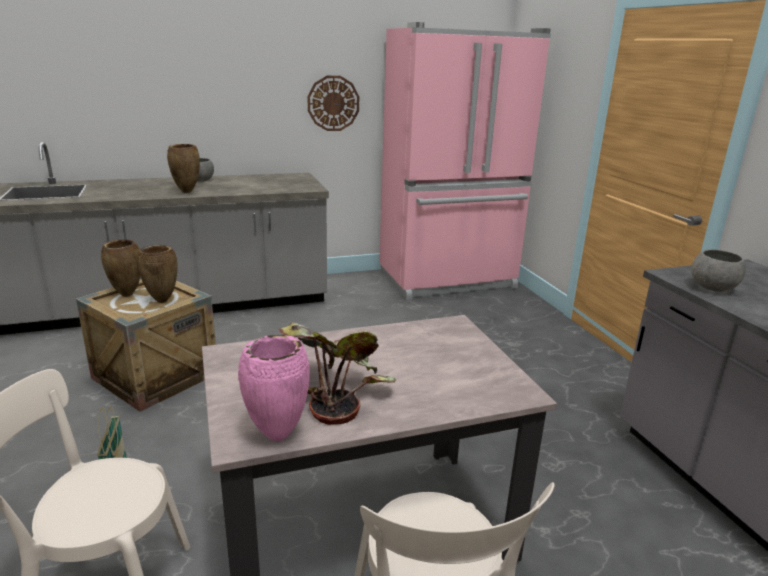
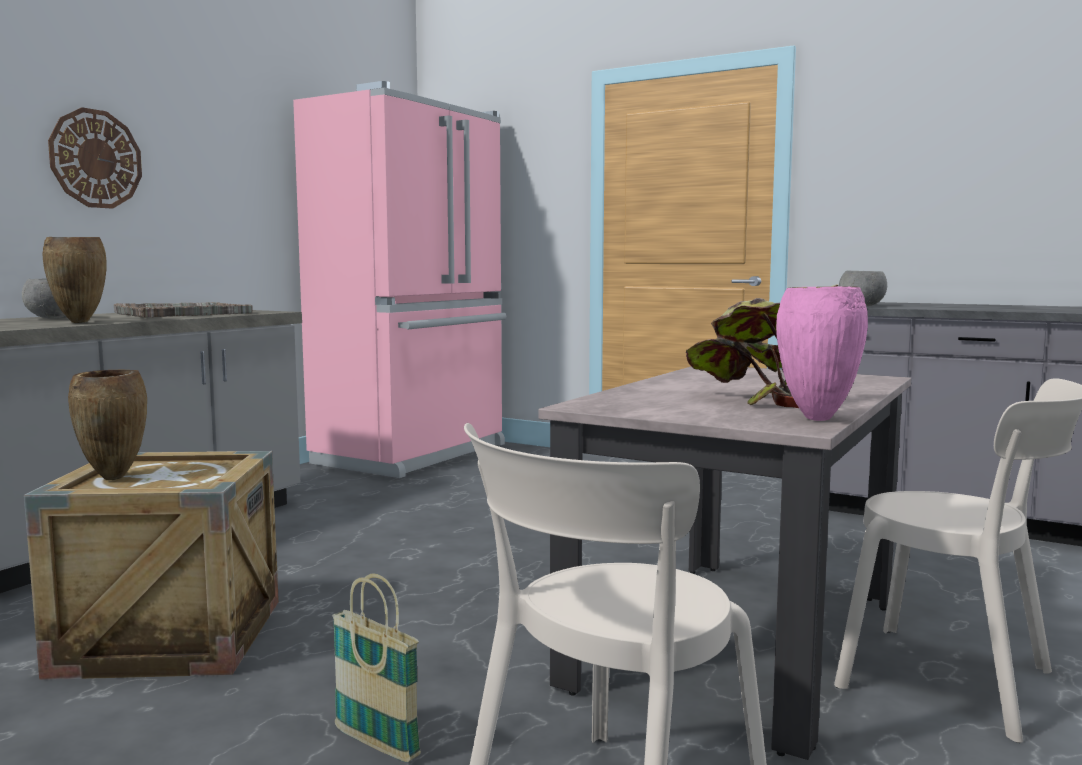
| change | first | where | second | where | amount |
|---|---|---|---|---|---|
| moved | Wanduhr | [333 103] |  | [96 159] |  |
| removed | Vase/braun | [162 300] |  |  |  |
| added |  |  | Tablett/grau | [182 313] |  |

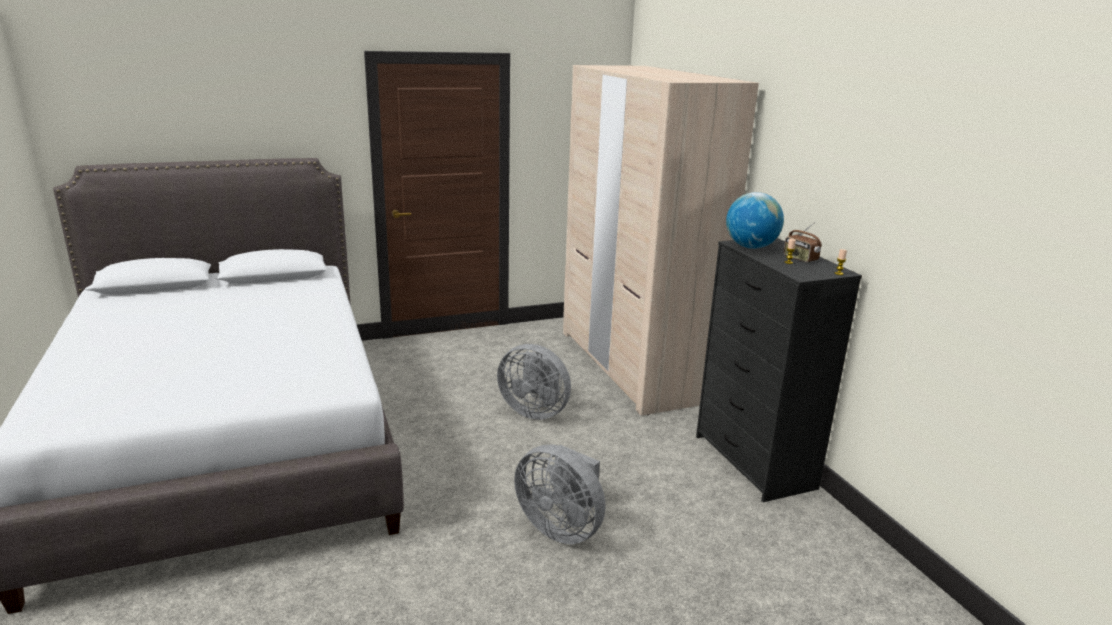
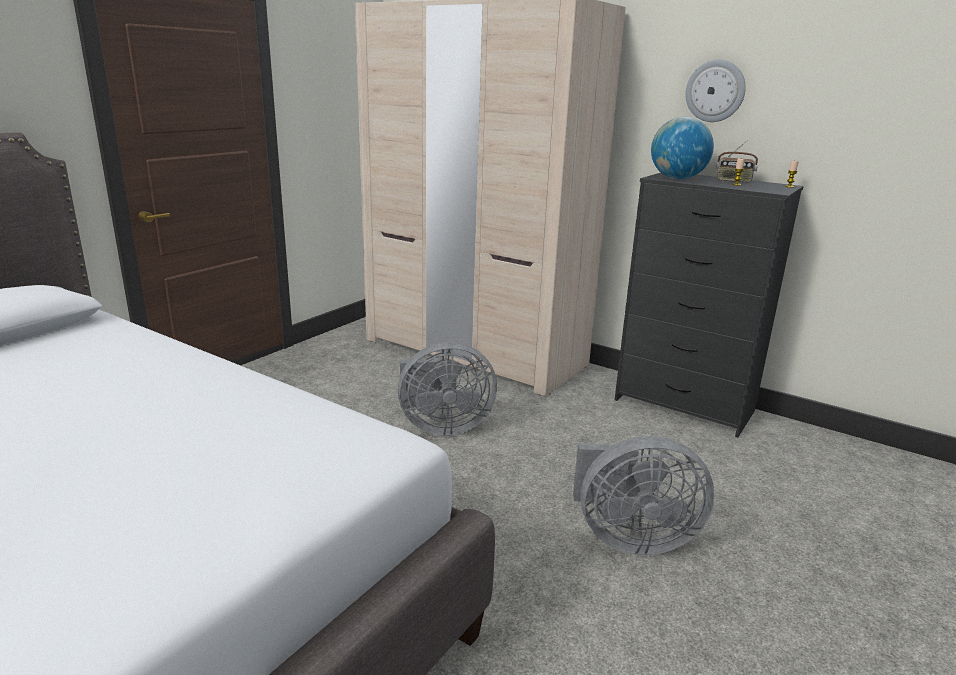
| change | first | where | second | where | amount |
|---|---|---|---|---|---|
| added |  |  | Wanduhr | [715 91] |  |

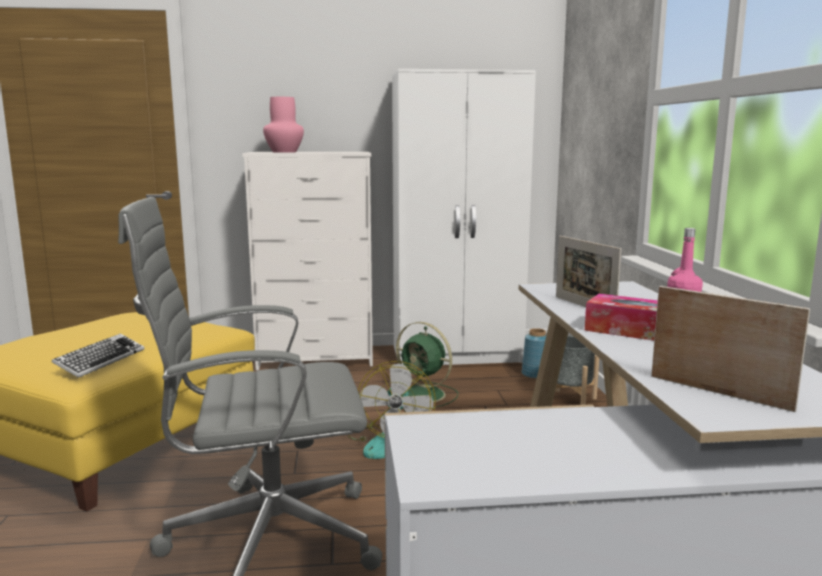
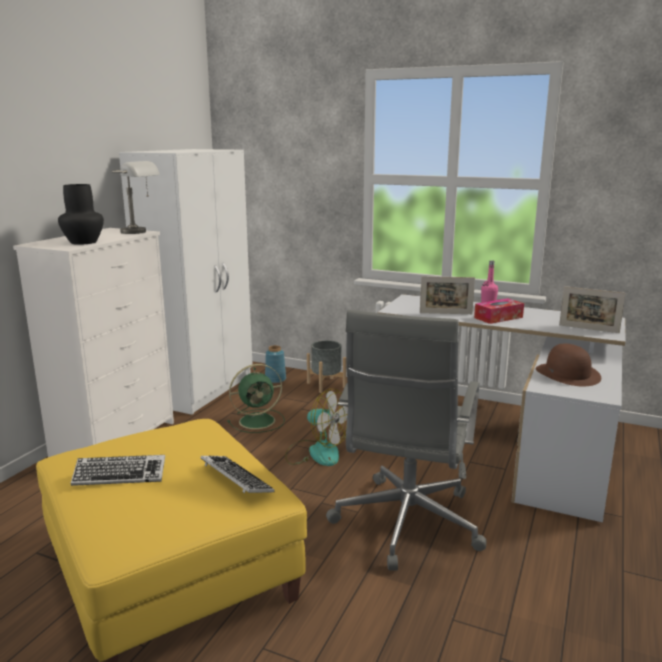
| change | first | where | second | where | amount |
|---|---|---|---|---|---|
| recoloured | Vase/rosa | [283 152] | Vase/schwarz | [83 242] |  |
| turned | Bilderrahmen | [718 393] |  | [588 329] | 135 degrees counterclockwise |
| added |  |  | Tischlampe/grau | [141 232] |  |
| added |  |  | Hut/braun | [568 374] |  |
| added |  |  | Tastatur | [120 475] |  |

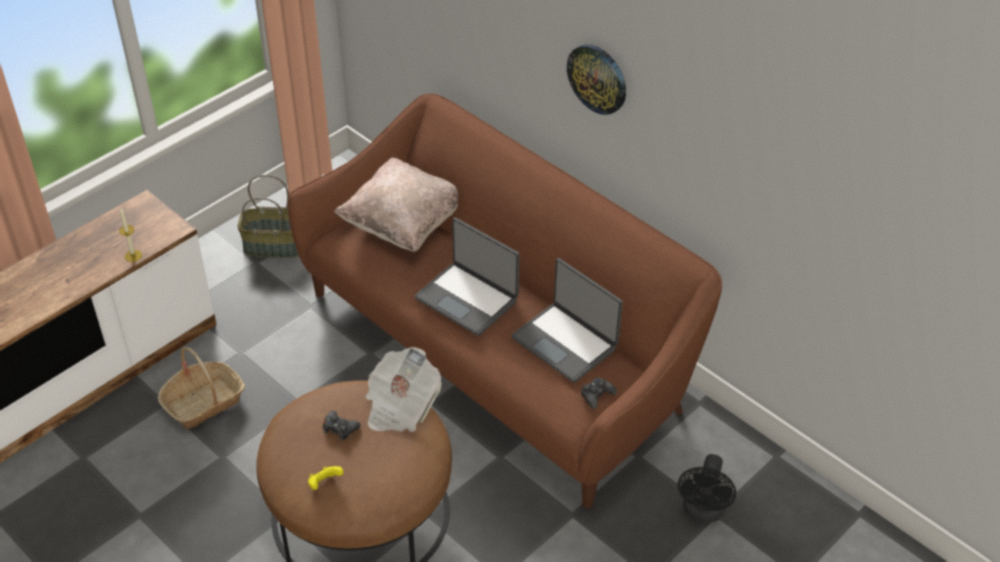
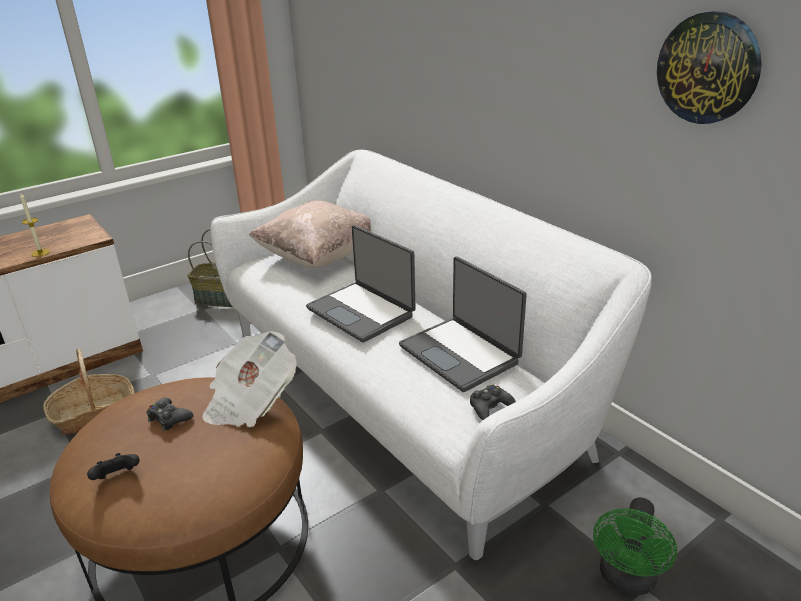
| change | first | where | second | where | amount |
|---|---|---|---|---|---|
| moved | Wanduhr | [597 78] |  | [708 68] |  |
| recoloured | Sofa/braun | [499 351] | Sofa/weiß | [403 389] |  |
| recoloured | Ventilator/schwarz | [703 512] | Ventilator/grün | [626 580] |  |
| recoloured | Gamepad/gelb | [324 483] | Gamepad/schwarz | [117 477] |  |

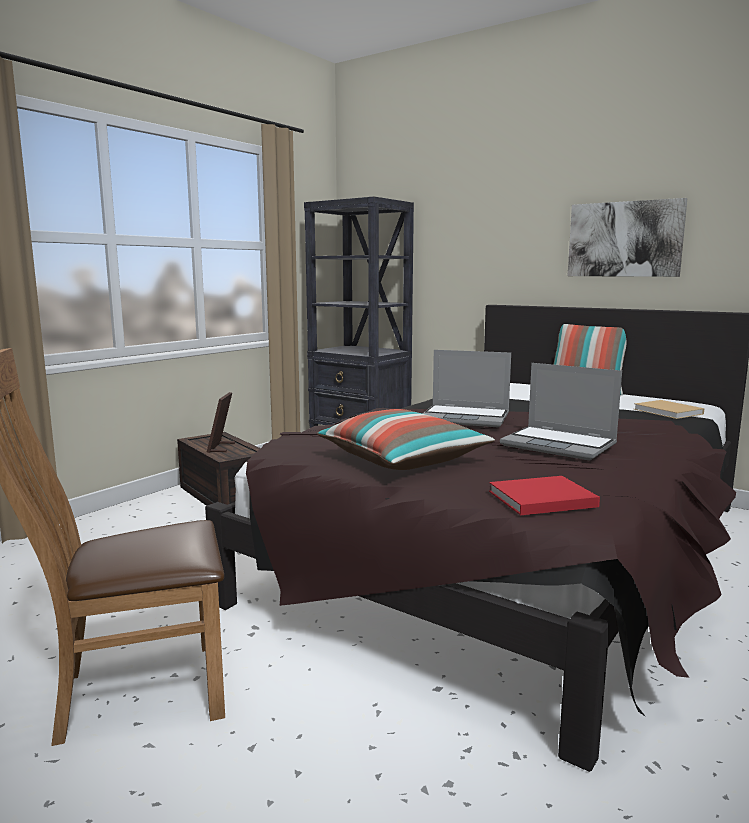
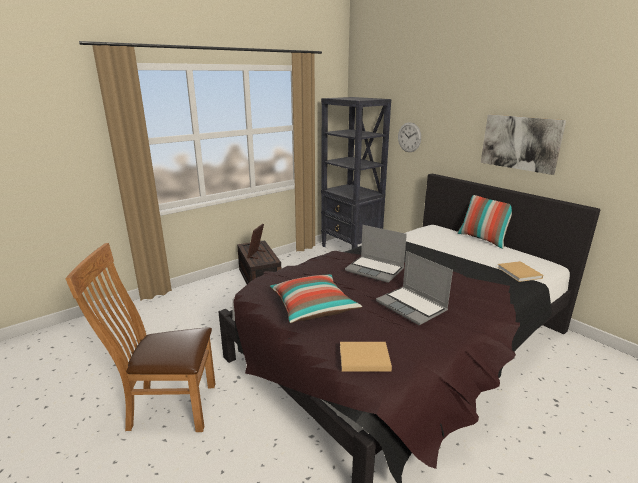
| change | first | where | second | where | amount |
|---|---|---|---|---|---|
| recoloured | Buch/rot | [539 499] | Buch/beige | [362 358] |  |
| added |  |  | Wanduhr | [409 137] |  |

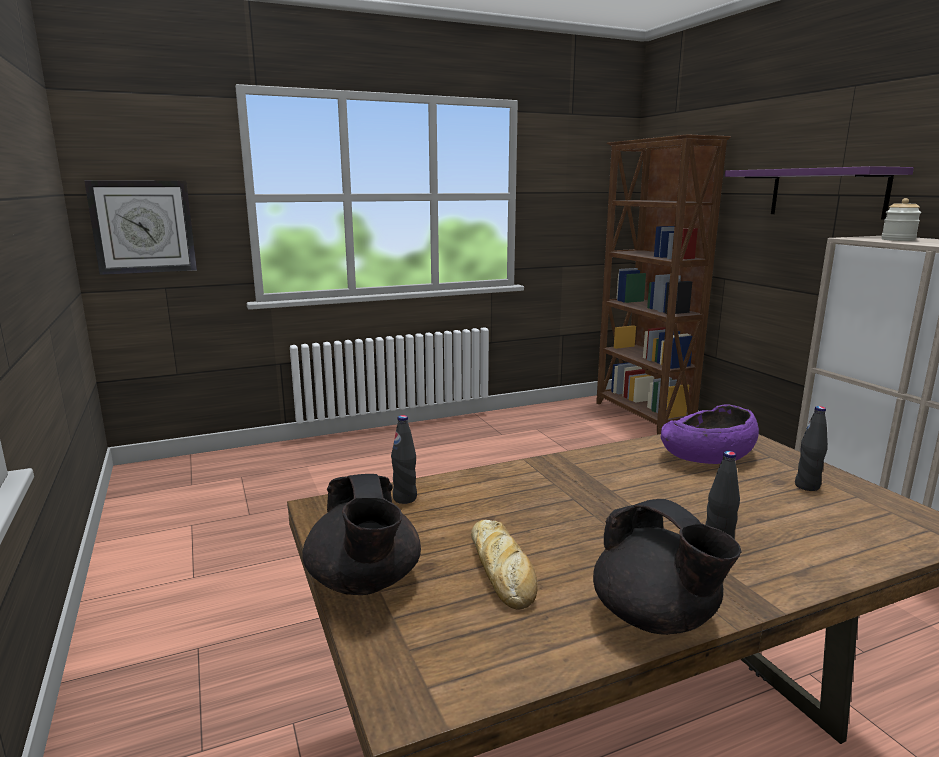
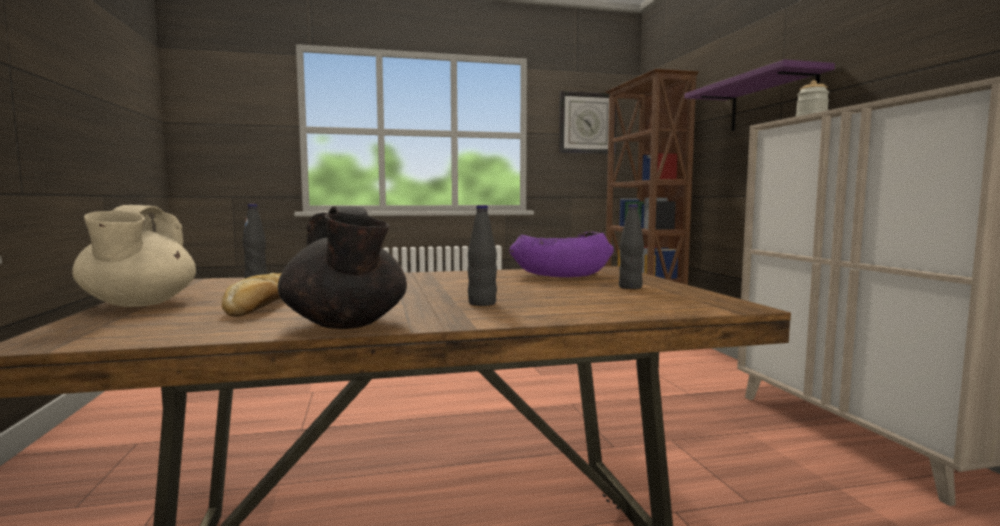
| change | first | where | second | where | amount |
|---|---|---|---|---|---|
| moved | Wanduhr | [143 227] |  | [587 123] |  |
| recoloured | Teekanne/schwarz | [365 583] | Teekanne/beige | [138 304] |  |

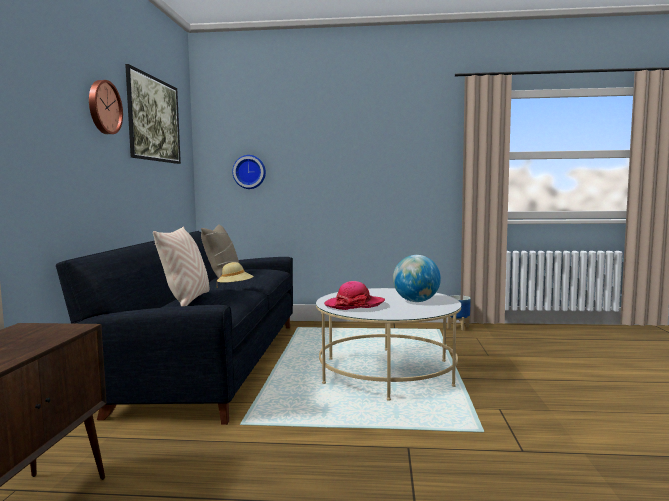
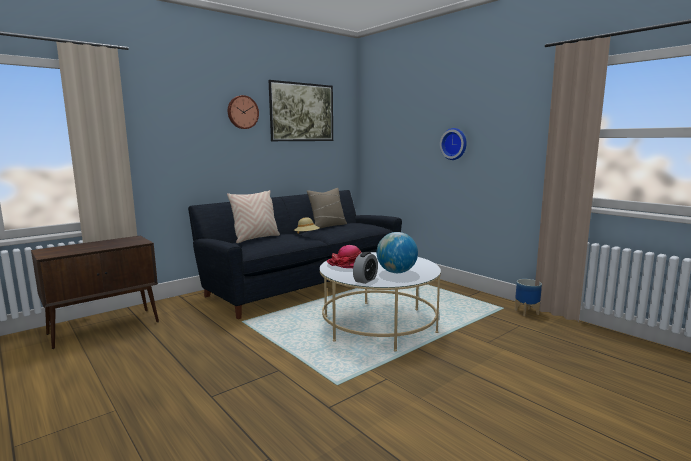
| change | first | where | second | where | amount |
|---|---|---|---|---|---|
| moved | Wanduhr | [249 172] |  | [454 144] |  |
| added |  |  | Wecker | [365 280] |  |

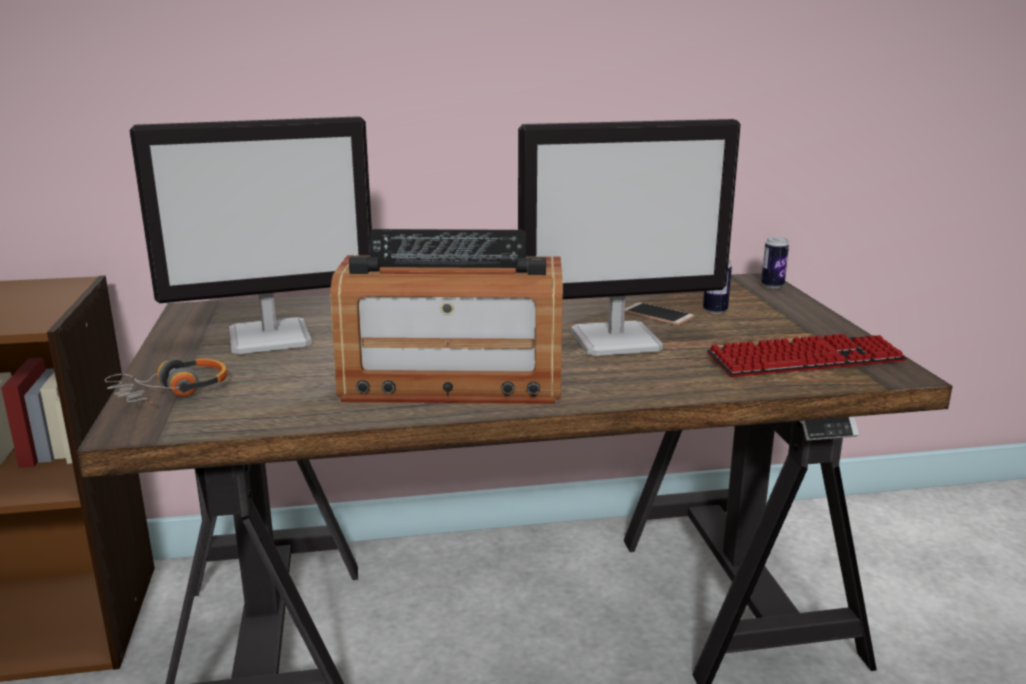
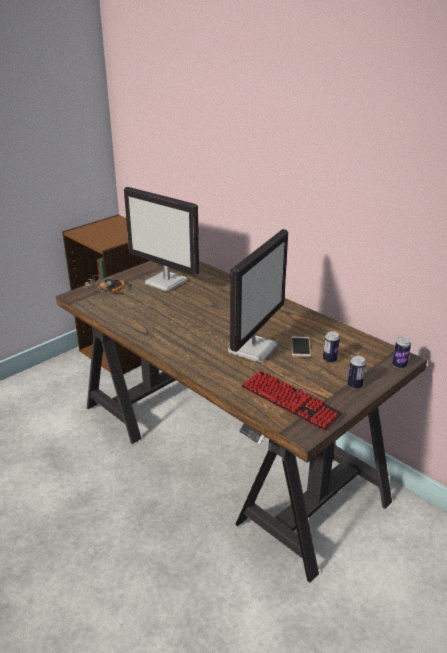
| change | first | where | second | where | amount |
|---|---|---|---|---|---|
| turned | Monitor | [617 340] |  | [253 348] | 105 degrees counterclockwise |
| removed | Radio | [452 381] |  |  |  |
| added |  |  | Dose | [354 385] |  |

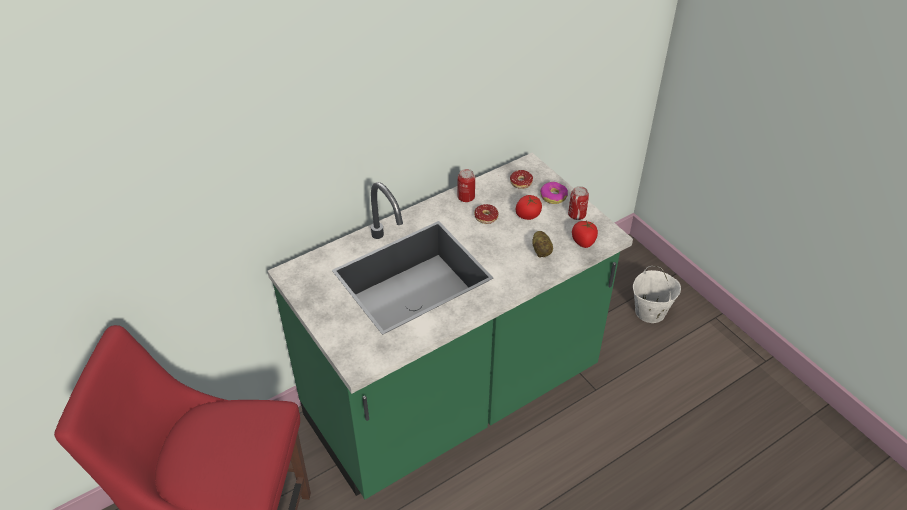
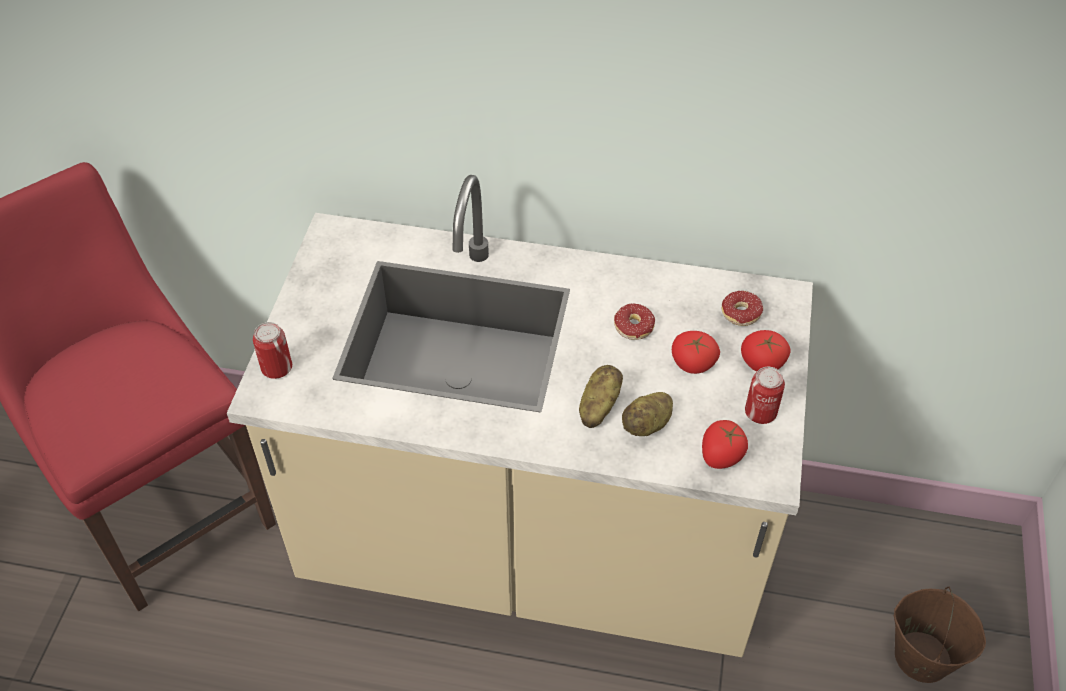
| change | first | where | second | where | amount |
|---|---|---|---|---|---|
| recoloured | Küchenzeile/grün | [453 398] | Küchenzeile/beige | [533 550] |  |
| moved | Dose | [466 197] |  | [277 368] |  |
| replaced | Donut | [553 196] | Tomate | [761 363] |  |
| recoloured | Eimer/weiß | [649 312] | Eimer/braun | [921 656] |  |
| added |  |  | Kartoffel | [598 406] |  |

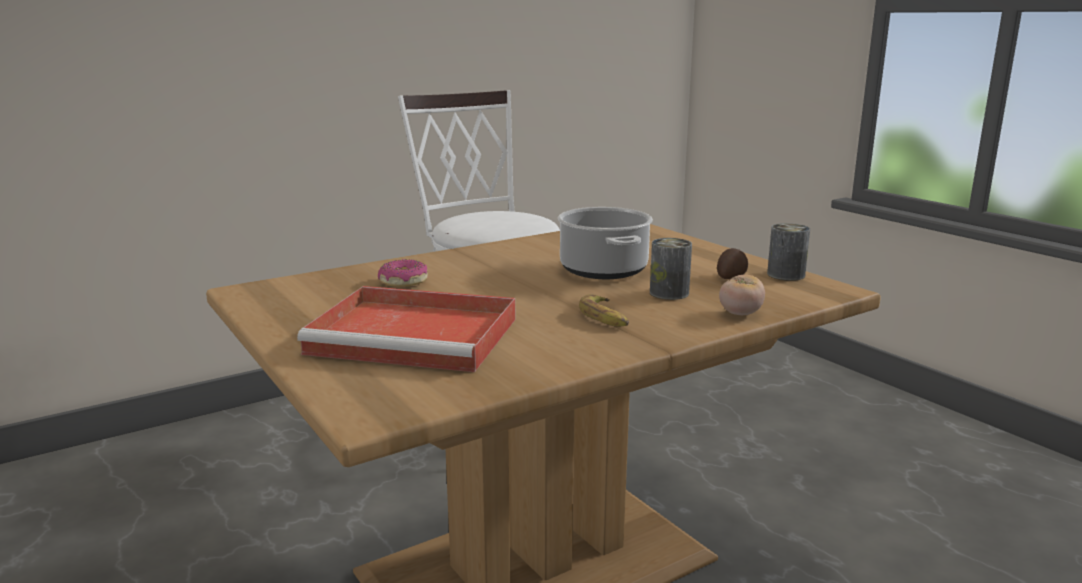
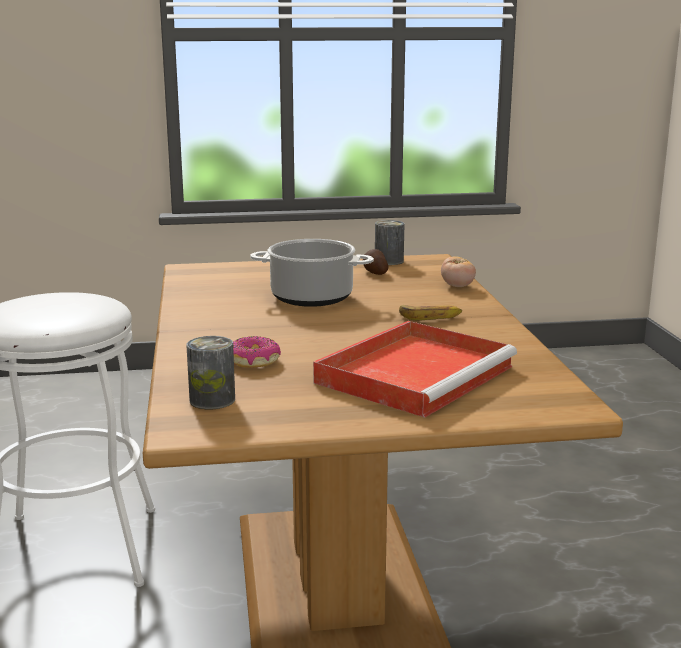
| change | first | where | second | where | amount |
|---|---|---|---|---|---|
| moved | Dose | [669 293] |  | [212 400] |  |

